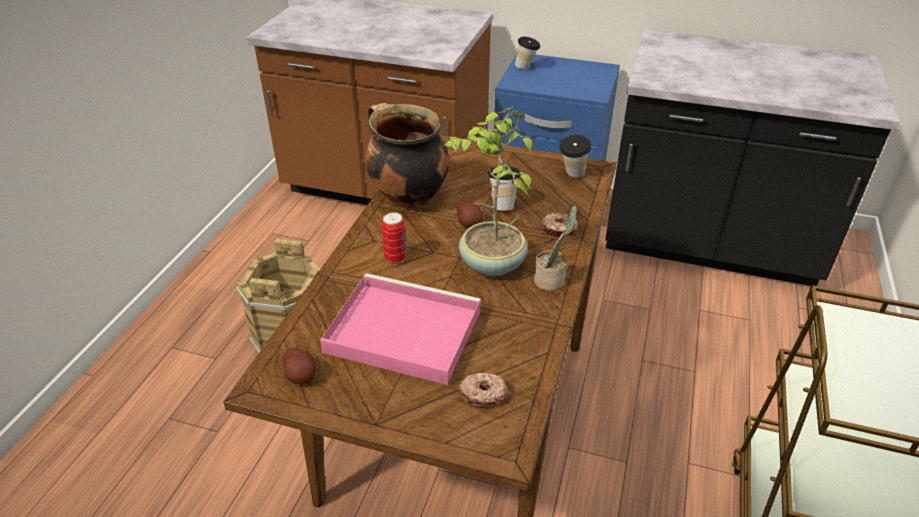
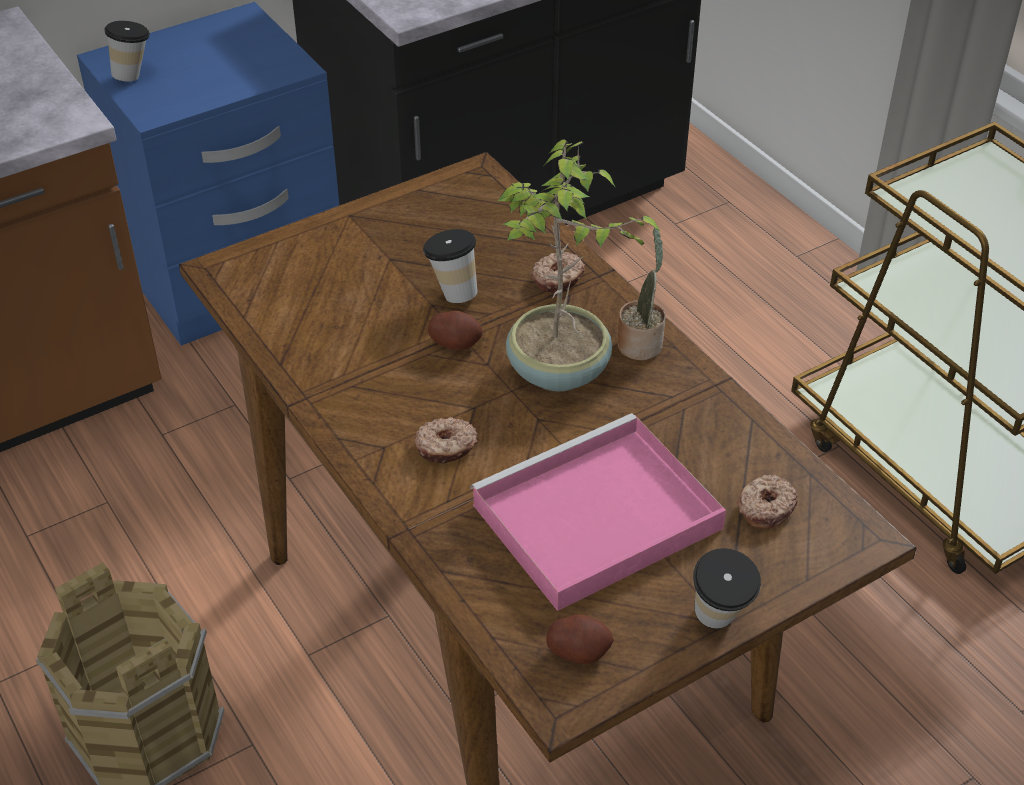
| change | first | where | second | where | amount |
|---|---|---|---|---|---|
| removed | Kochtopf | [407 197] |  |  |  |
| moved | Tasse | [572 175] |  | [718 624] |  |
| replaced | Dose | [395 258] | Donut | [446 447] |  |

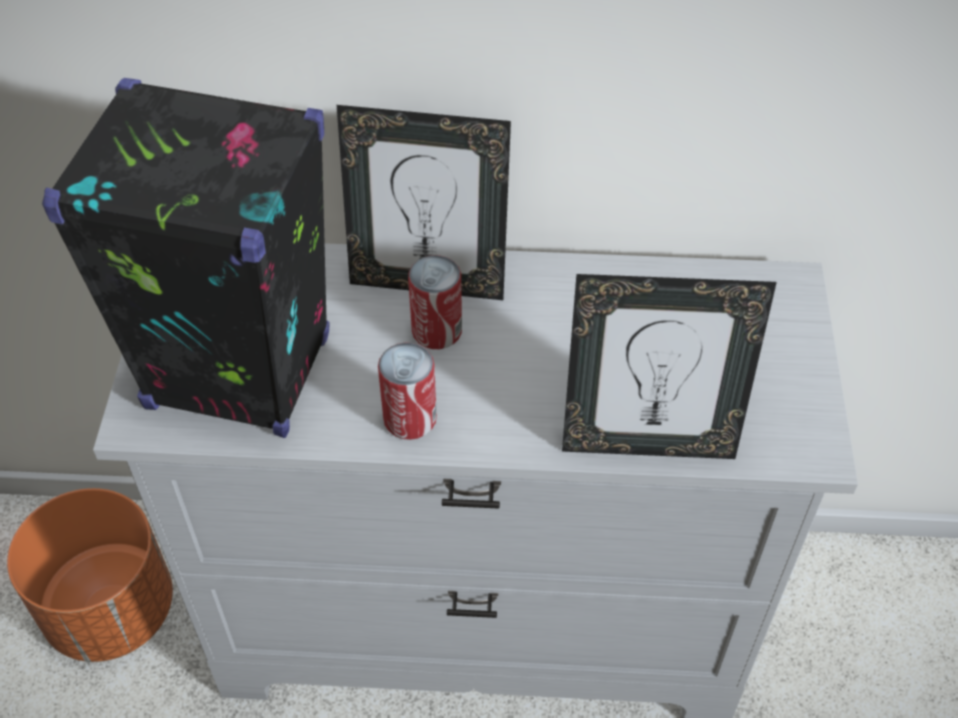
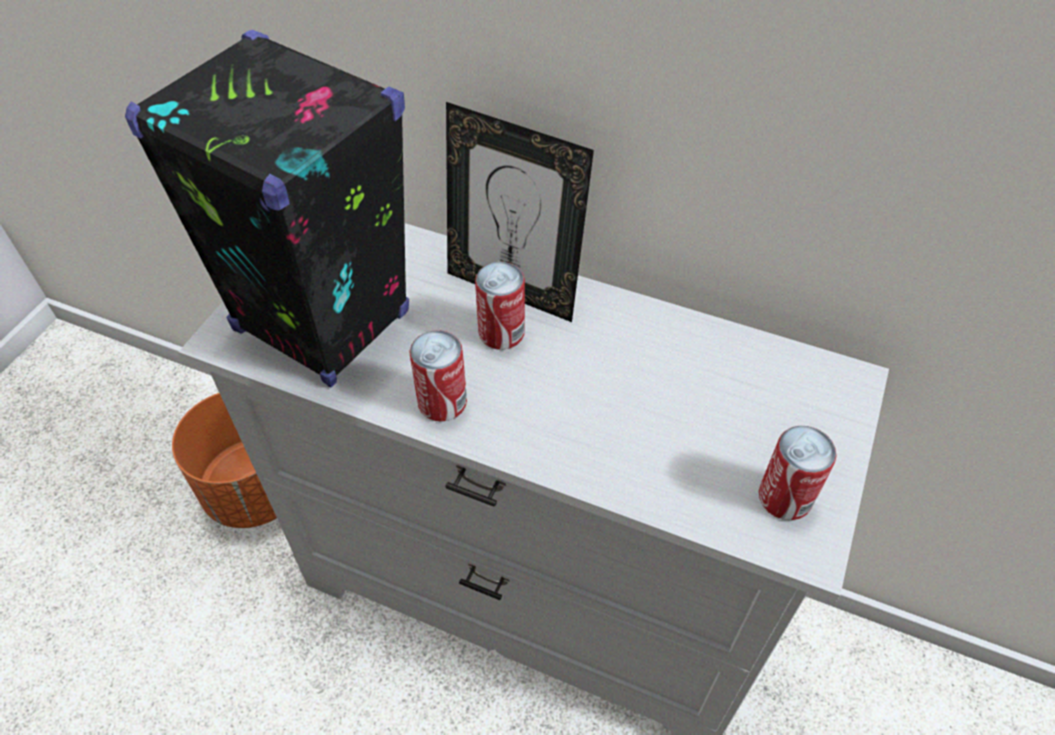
| change | first | where | second | where | amount |
|---|---|---|---|---|---|
| removed | Bilderrahmen | [647 443] |  |  |  |
| added |  |  | Dose | [785 497] |  |

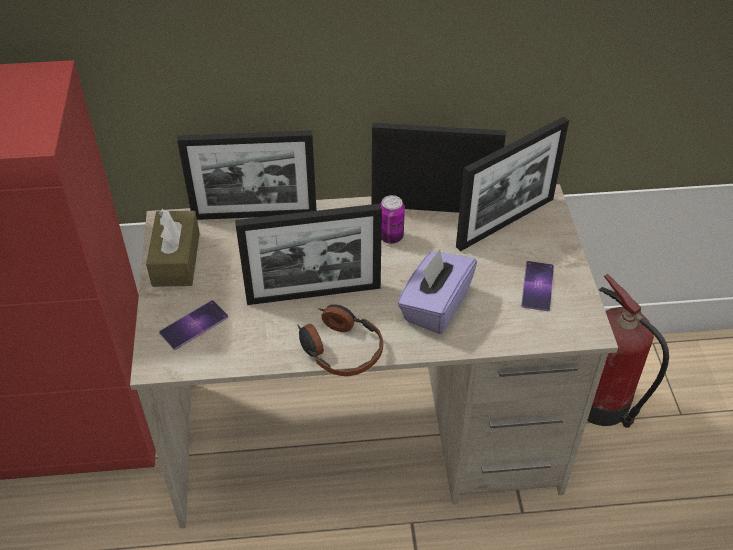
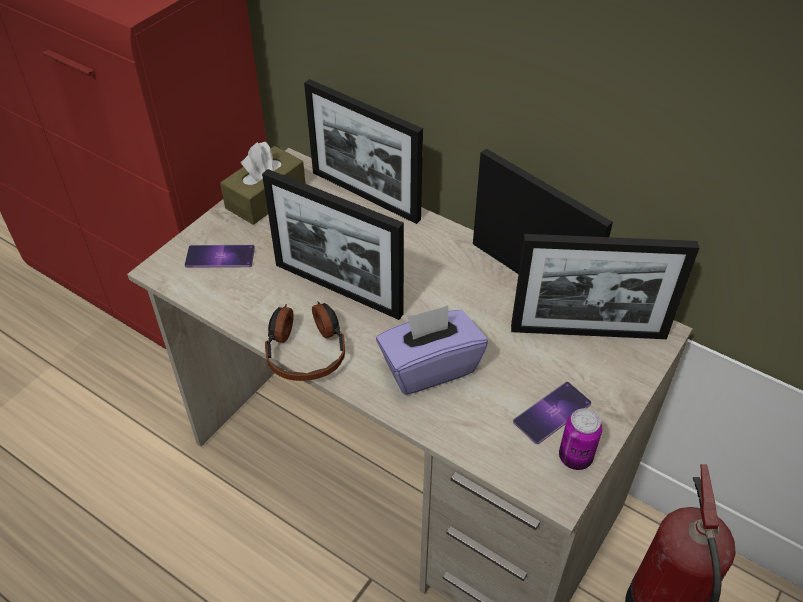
| change | first | where | second | where | amount |
|---|---|---|---|---|---|
| moved | Dose | [391 237] |  | [575 457] |  |

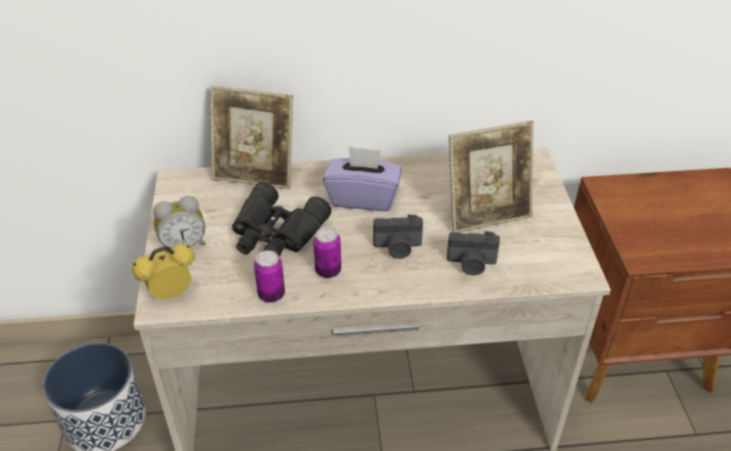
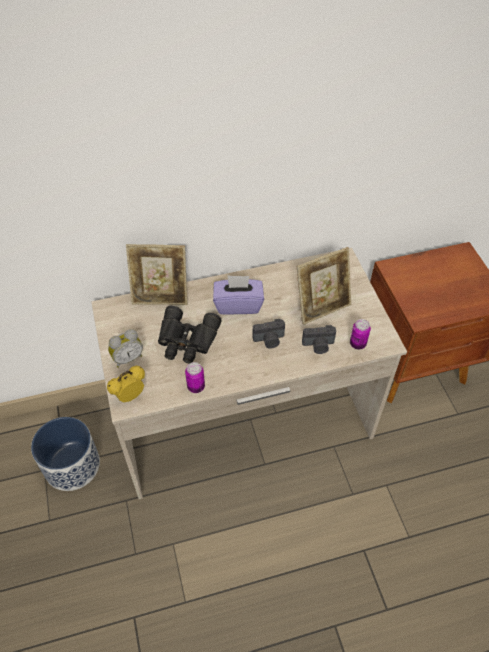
| change | first | where | second | where | amount |
|---|---|---|---|---|---|
| moved | Dose | [328 271] |  | [357 344] |  |

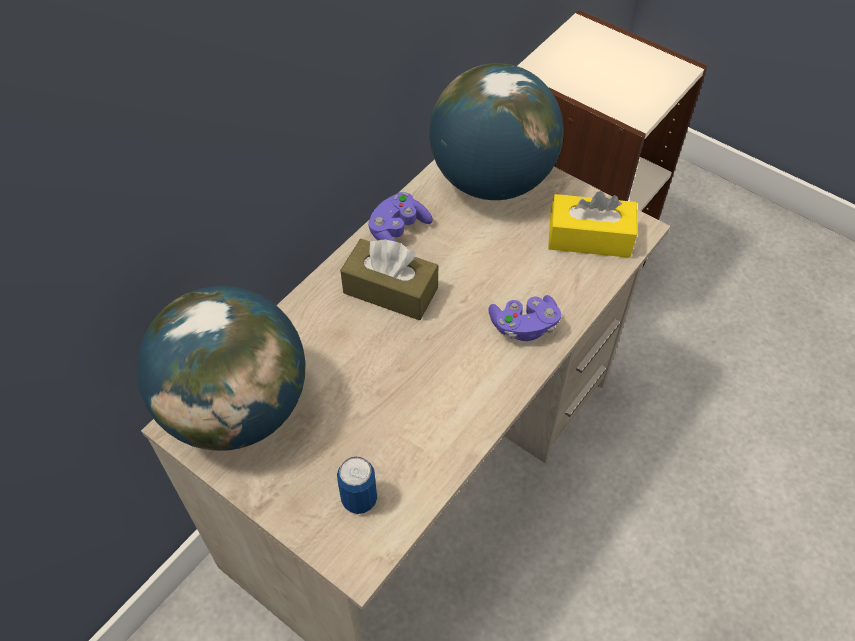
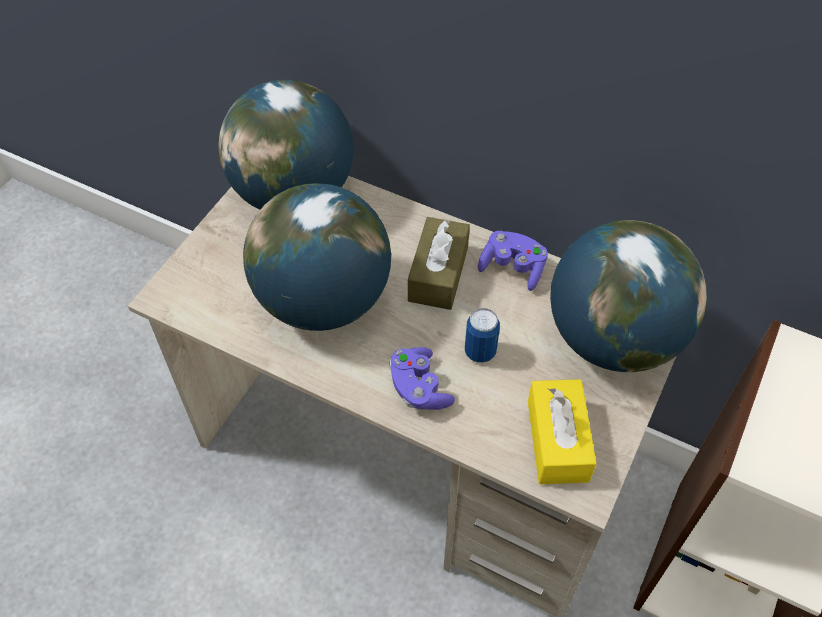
| change | first | where | second | where | amount |
|---|---|---|---|---|---|
| moved | Dose | [359 499] |  | [480 351] |  |
| added |  |  | Globus | [324 300] |  |

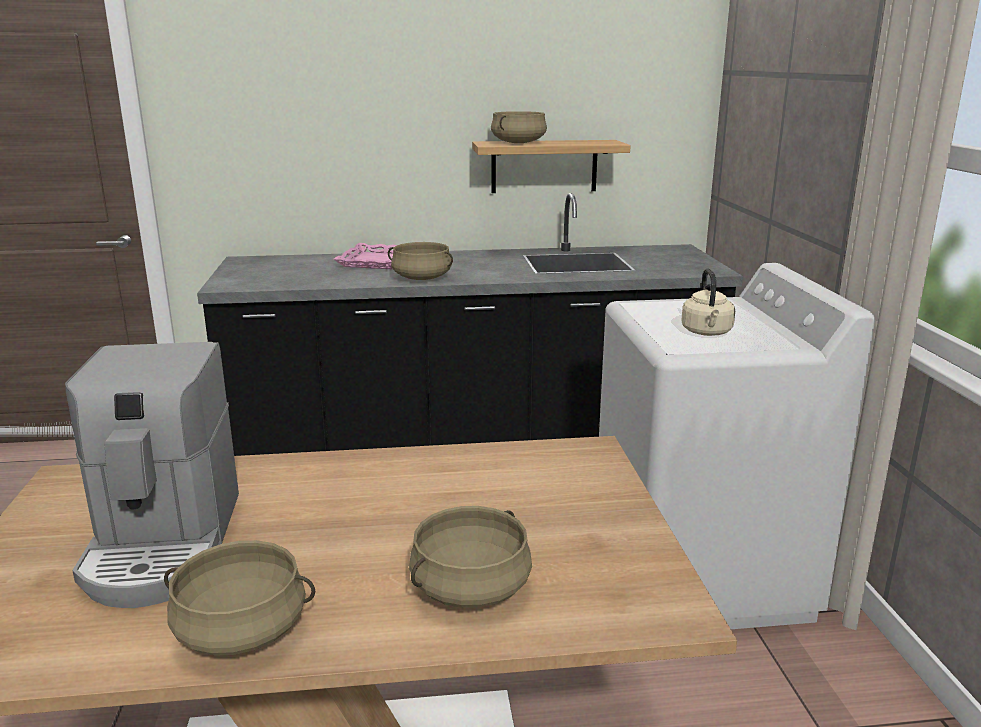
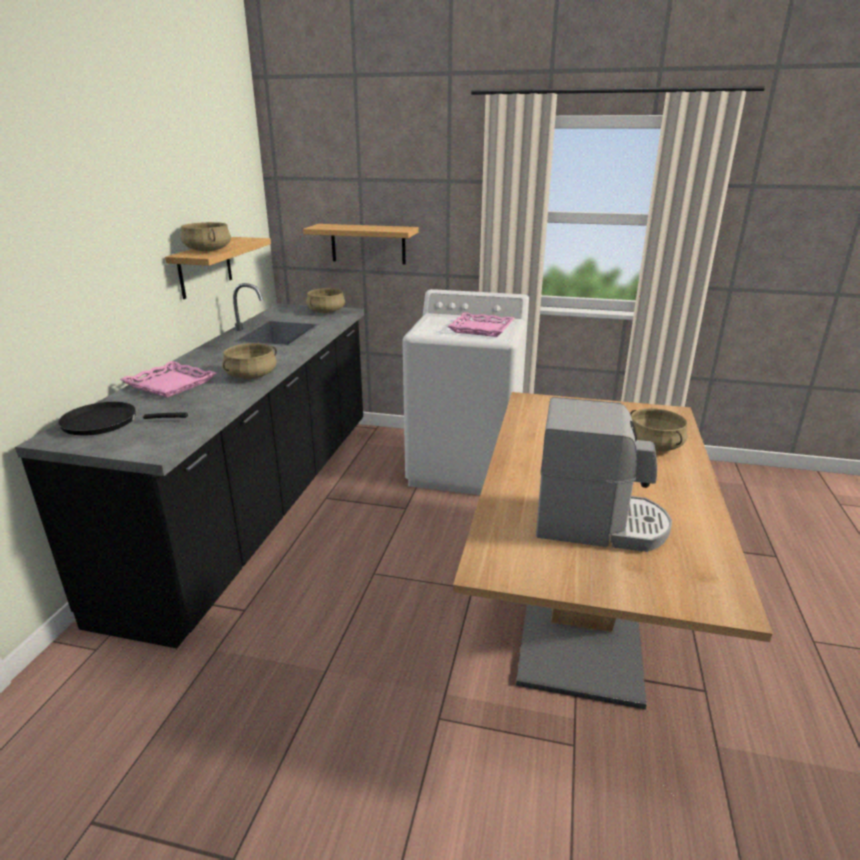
| change | first | where | second | where | amount |
|---|---|---|---|---|---|
| replaced | Wasserkessel/beige | [707 333] | Tablett/rosa | [481 329] |  |
| moved | Kochtopf/beige | [242 630] |  | [326 311] |  |
| added |  |  | Wandregal | [368 244] |  |
| added |  |  | Pfanne/schwarz | [106 423] |  |

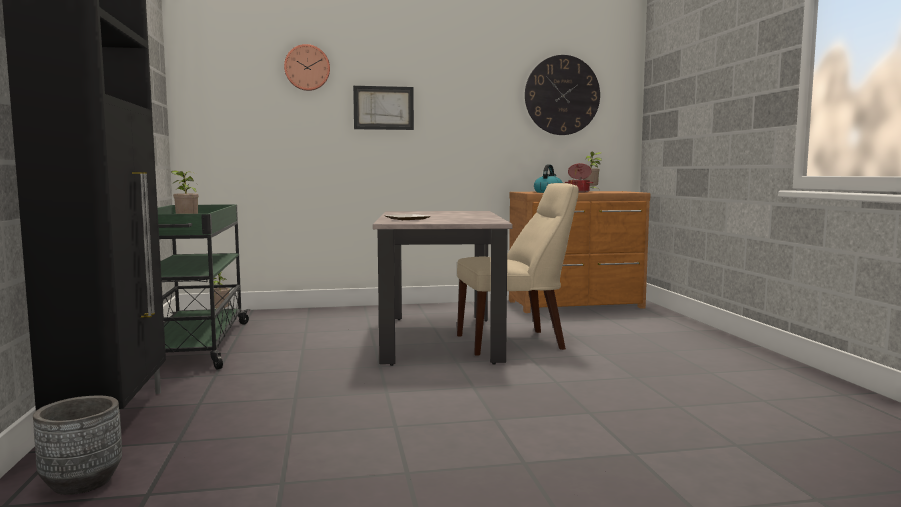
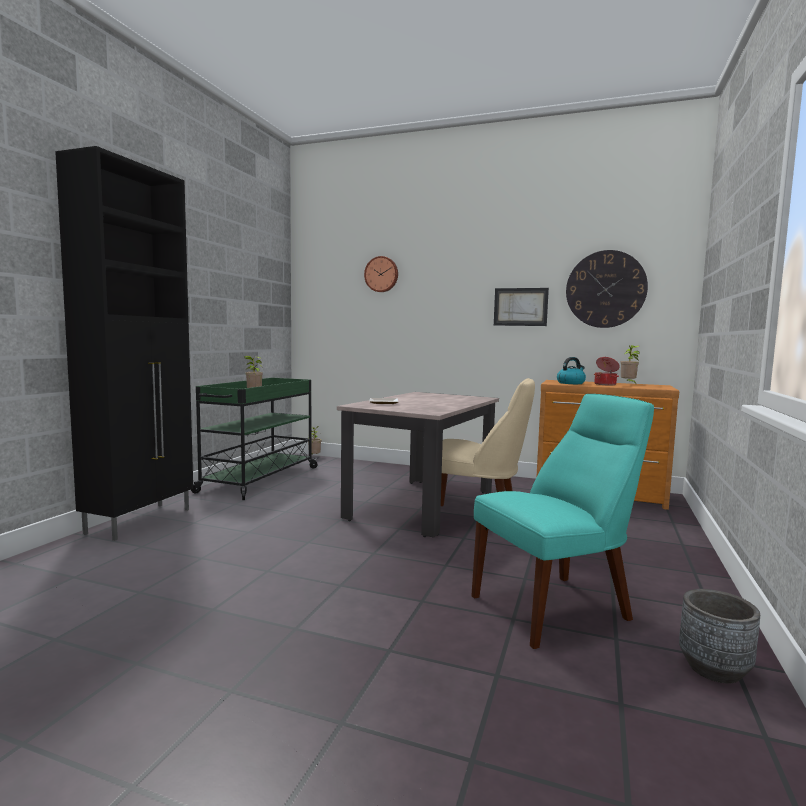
| change | first | where | second | where | amount |
|---|---|---|---|---|---|
| moved | Bild | [383 108] |  | [520 307] |  |
| moved | Pflanzkübel/grau | [81 482] |  | [713 669] |  |
| added |  |  | Stuhl/türkis | [556 607] |  |

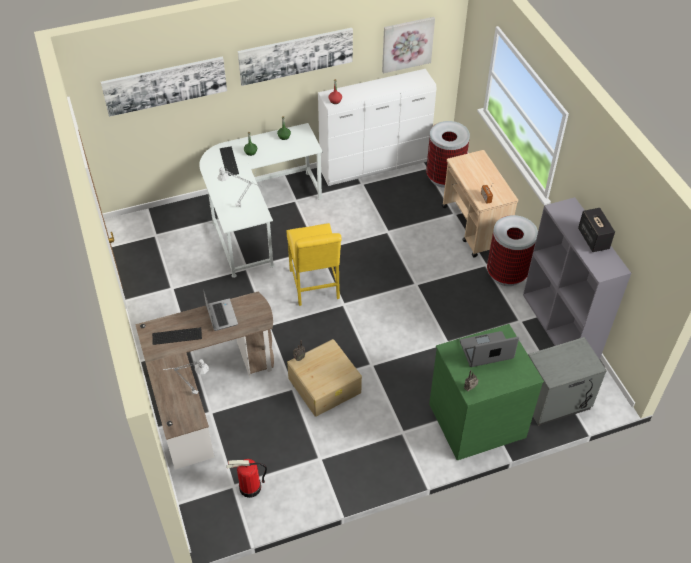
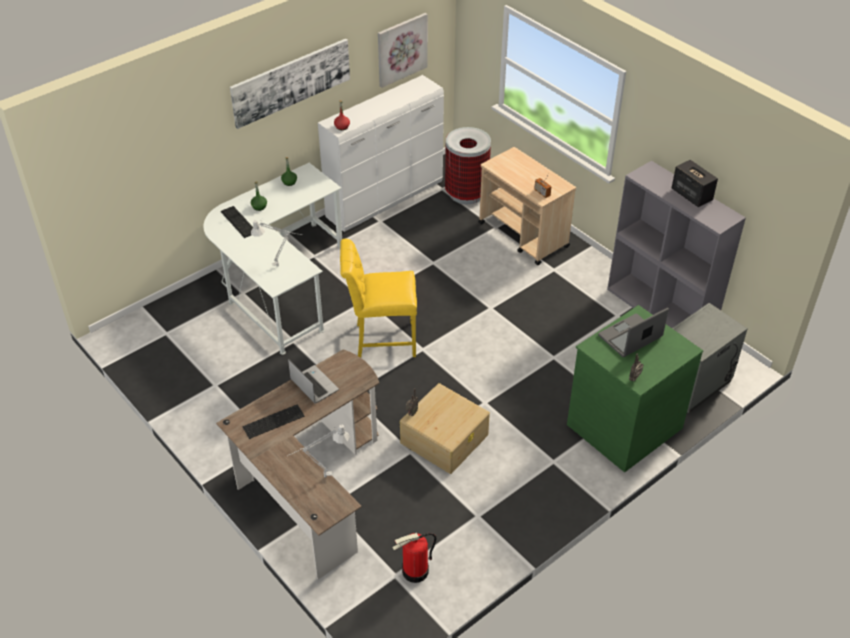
| change | first | where | second | where | amount |
|---|---|---|---|---|---|
| removed | Bild | [165 85] |  |  |  |
| removed | Mülleimer | [507 273] |  |  |  |
| turned | Stuhl/gelb | [314 287] |  | [381 340] | 120 degrees clockwise |

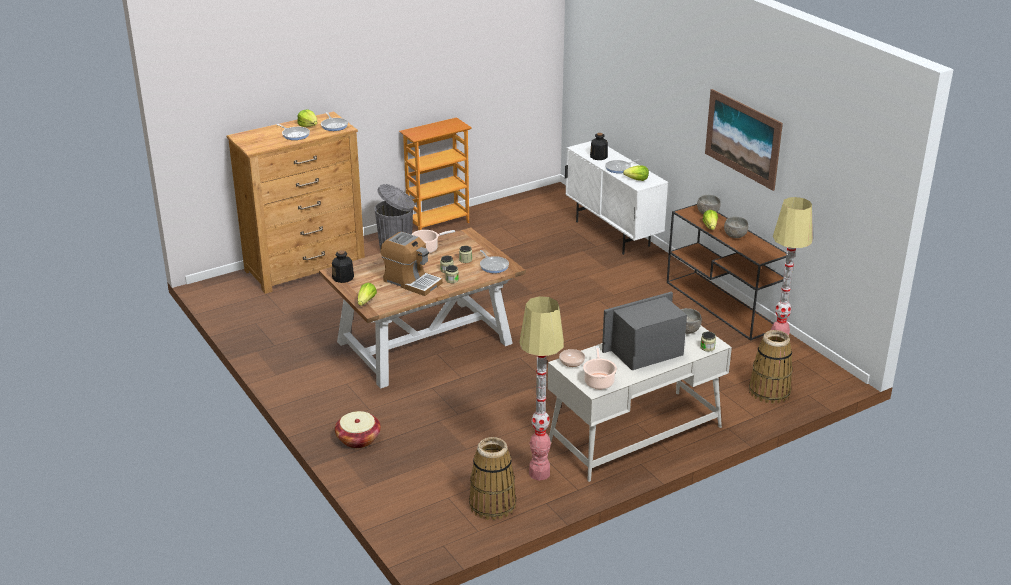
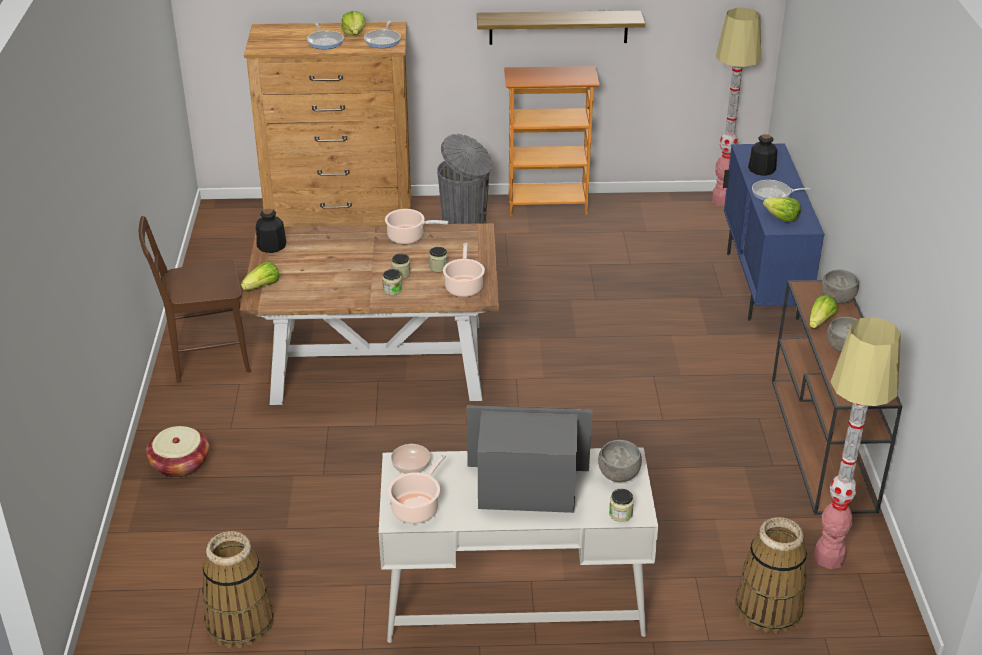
| change | first | where | second | where | amount |
|---|---|---|---|---|---|
| removed | Bild | [742 138] |  |  |  |
| recoloured | Schrank/weiß | [612 234] | Schrank/blau | [761 286] |  |
| removed | Kaffeemaschine | [411 282] |  |  |  |
| replaced | Pfanne | [493 266] | Kochtopf | [464 287] |  |
| moved | Stehlampe | [539 473] |  | [722 200] |  |
| added |  |  | Wandregal | [558 27] |  |
| added |  |  | Stuhl/braun | [205 359] |  |

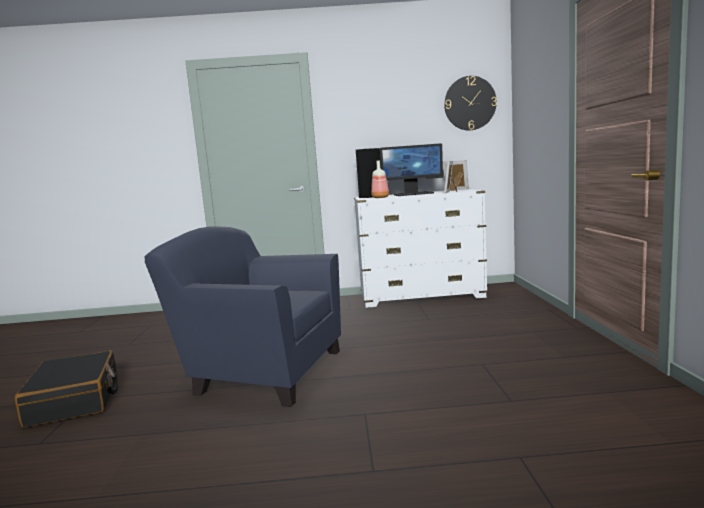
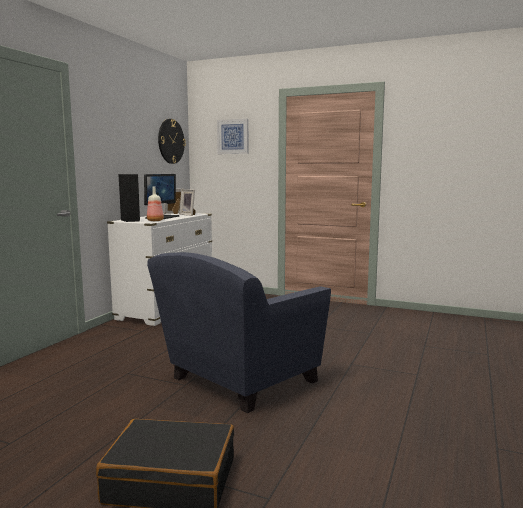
| change | first | where | second | where | amount |
|---|---|---|---|---|---|
| added |  |  | Bild | [233 136] |  |

